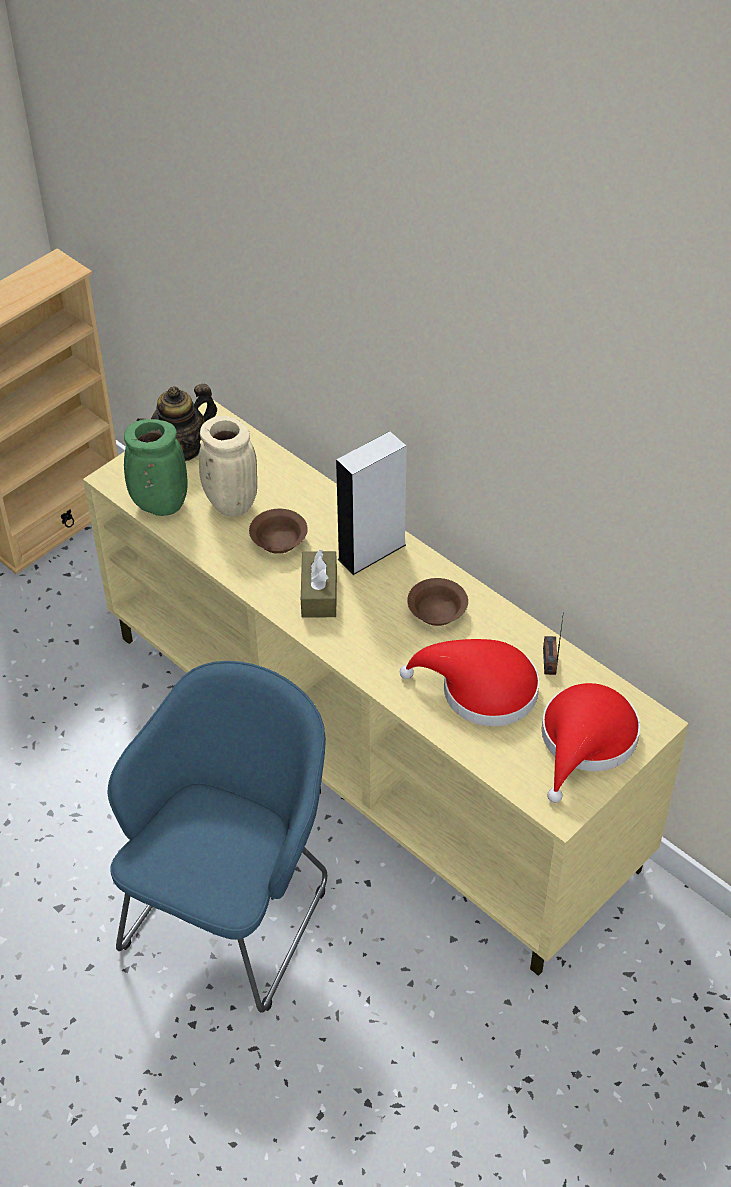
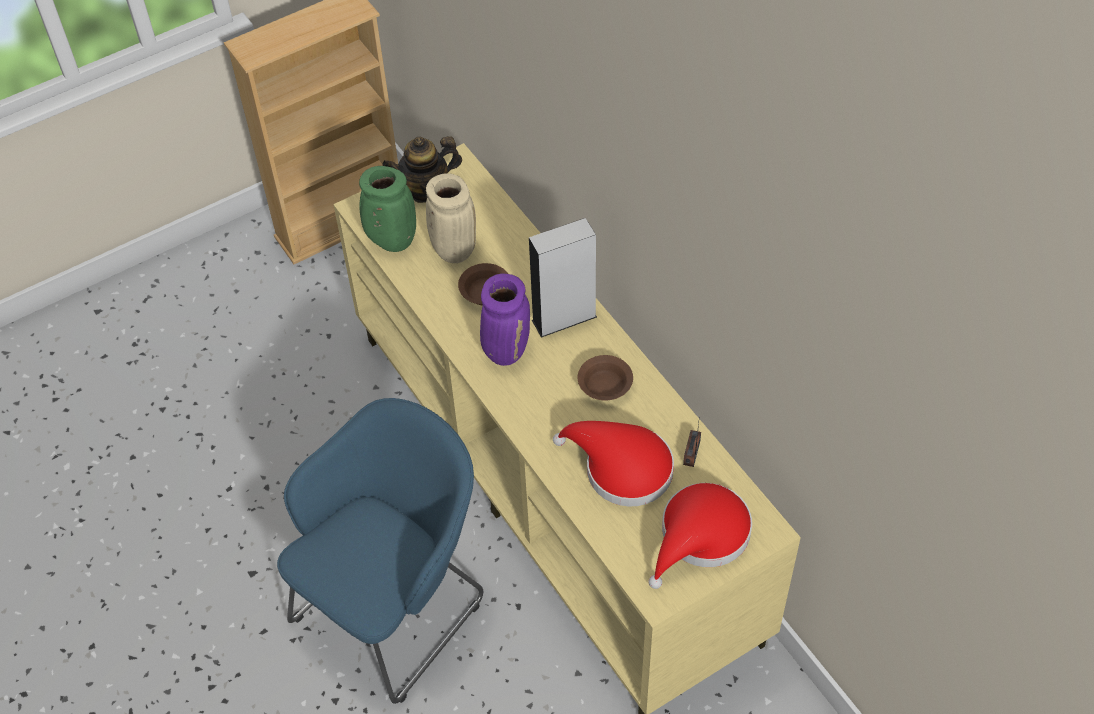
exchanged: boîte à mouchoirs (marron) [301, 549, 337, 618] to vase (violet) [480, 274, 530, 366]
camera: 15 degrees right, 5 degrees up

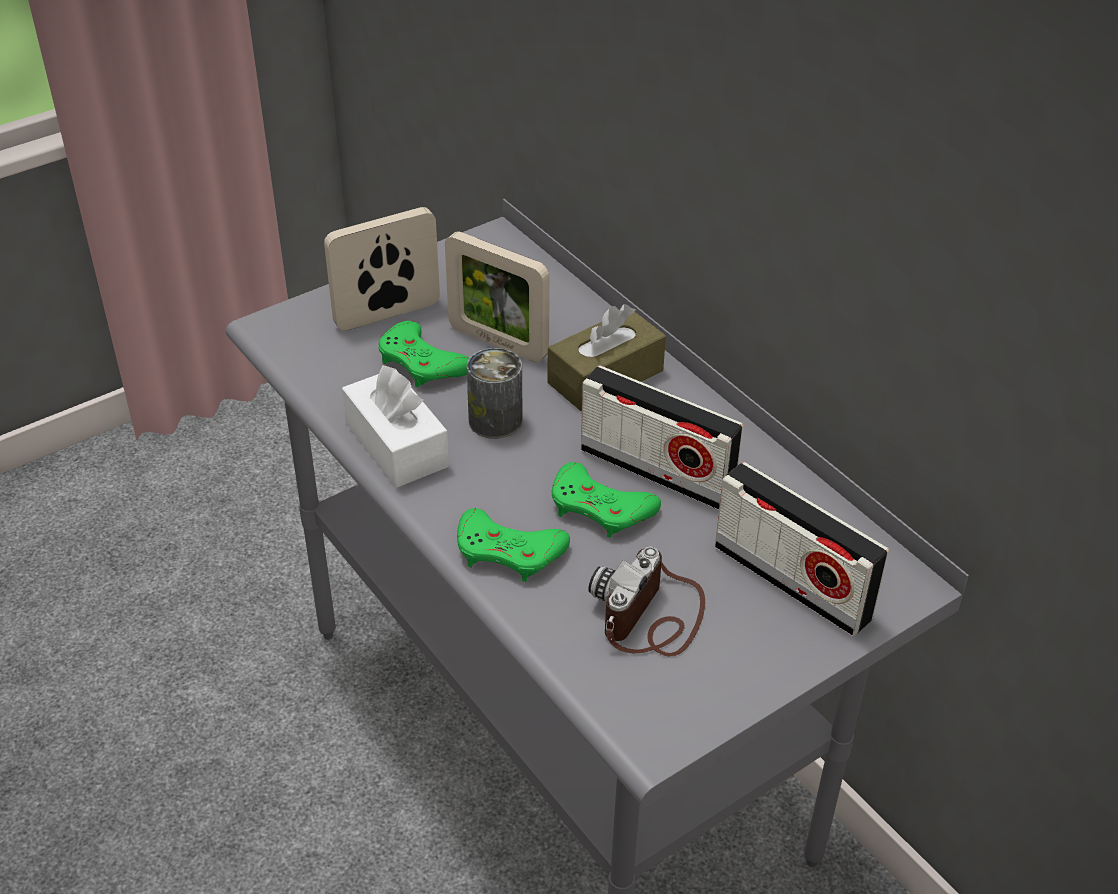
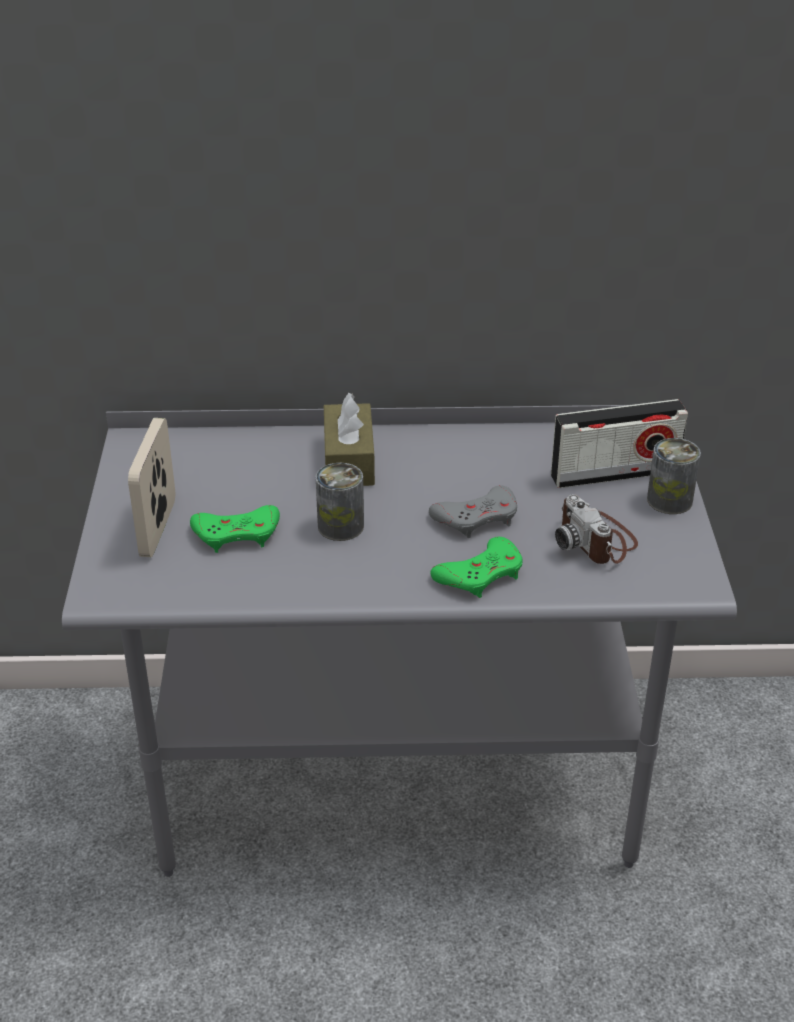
missing: boîte à mouchoirs (blanc) [342, 365, 449, 488]; cadre photo [445, 231, 550, 362]; radio [581, 365, 743, 510]
appeared: boîte métallique [647, 438, 701, 514]
colour: manette (vert) [552, 462, 661, 538] to manette (gris) [429, 485, 517, 538]
camera: 55 degrees left, 5 degrees down

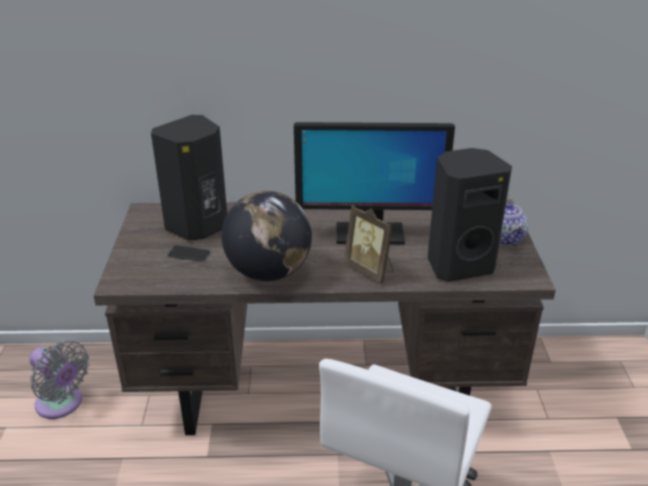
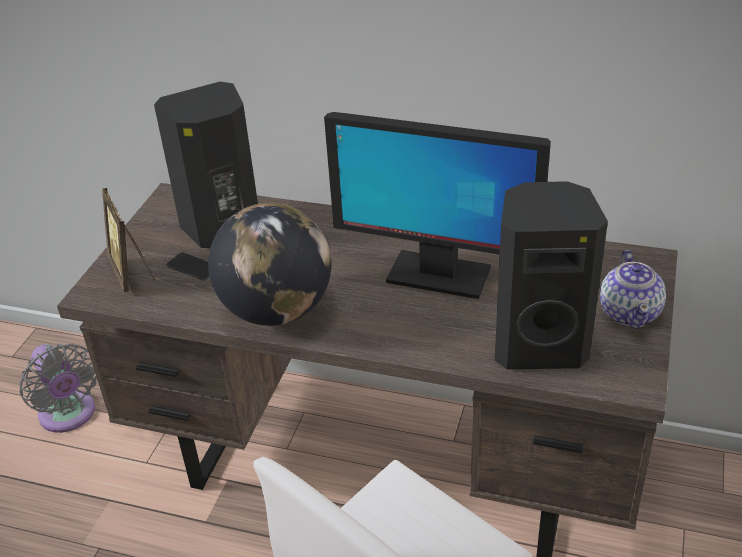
relocated: cadre photo [344, 205, 393, 284] to [102, 188, 155, 292]
camera: 20 degrees right, 5 degrees up

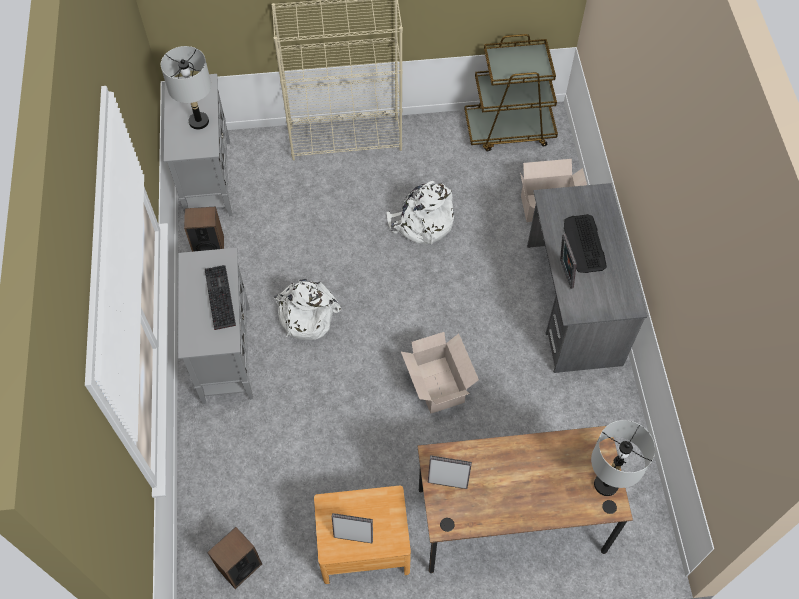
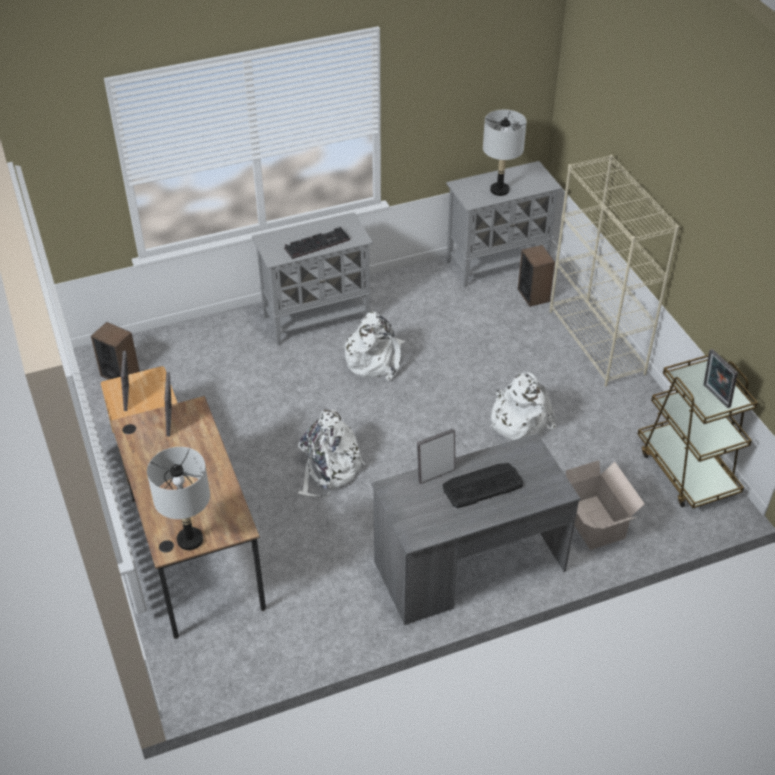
appeared: cadre photo [703, 349, 738, 408]
relocated: enceinte [184, 206, 224, 252] to [518, 245, 555, 307]
exchanged: carton [401, 332, 479, 414] to sac à dos (blanc) [298, 410, 365, 497]
camera: 75 degrees right, 15 degrees down

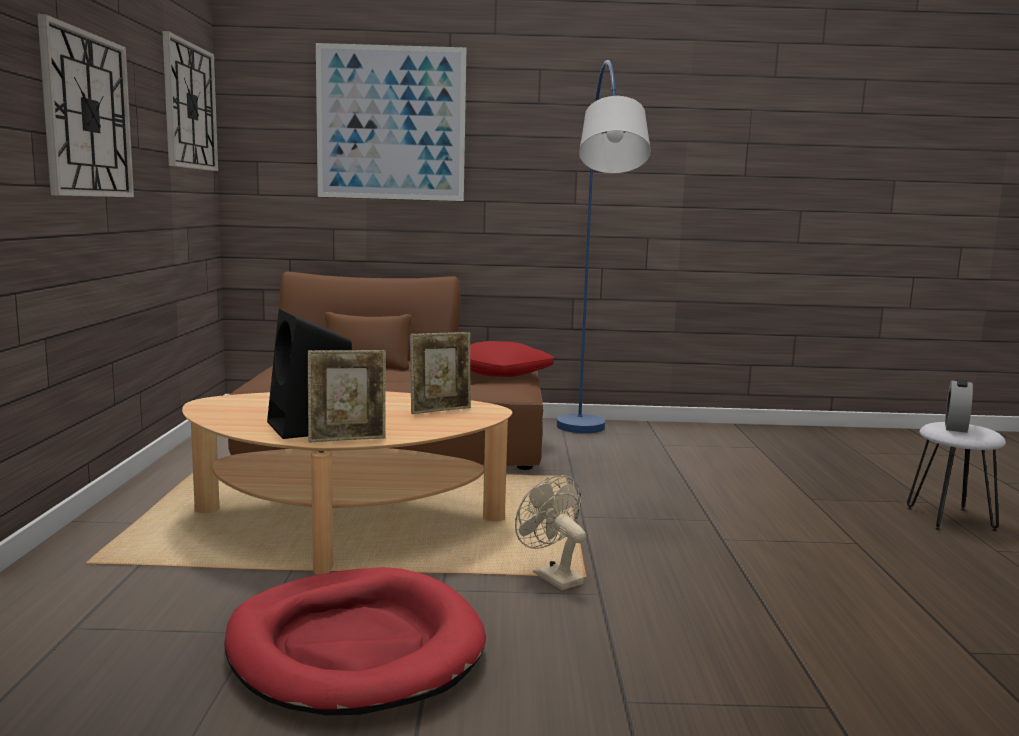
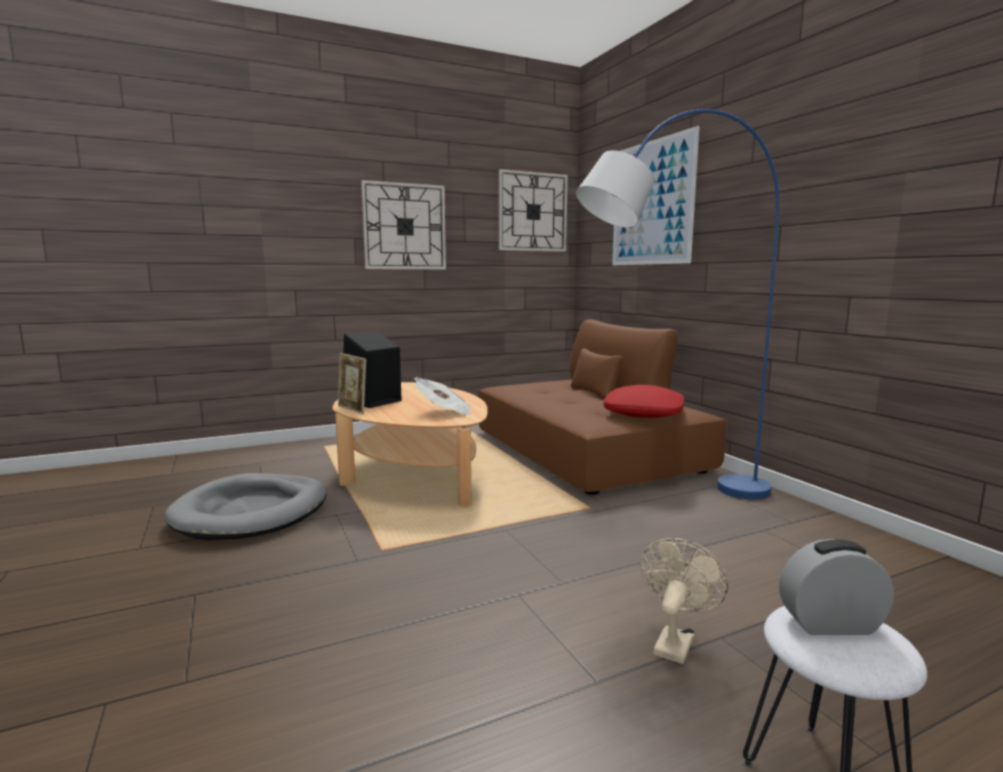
relocated: ventilateur (beige) [515, 475, 586, 590] to [640, 538, 728, 664]
exchanged: cadre photo [410, 332, 471, 414] to journal [414, 378, 471, 416]
colour: panier pour chien (rouge) [224, 567, 486, 715] to panier pour chien (gris) [164, 473, 327, 540]
camera: 65 degrees right, 0 degrees up

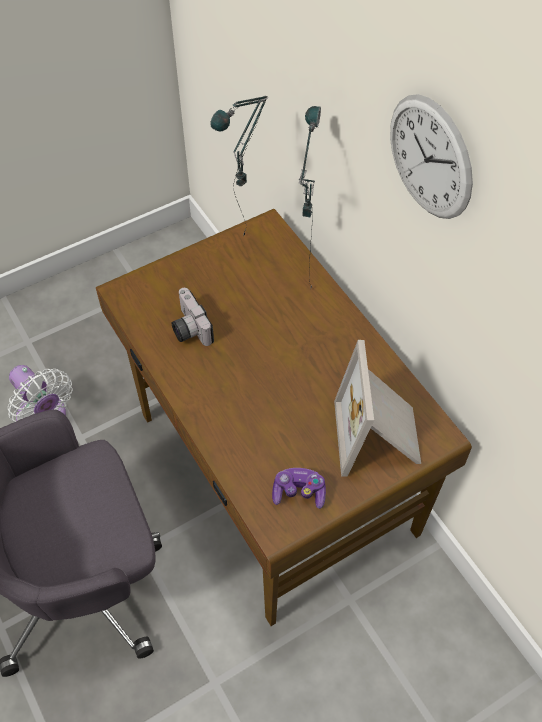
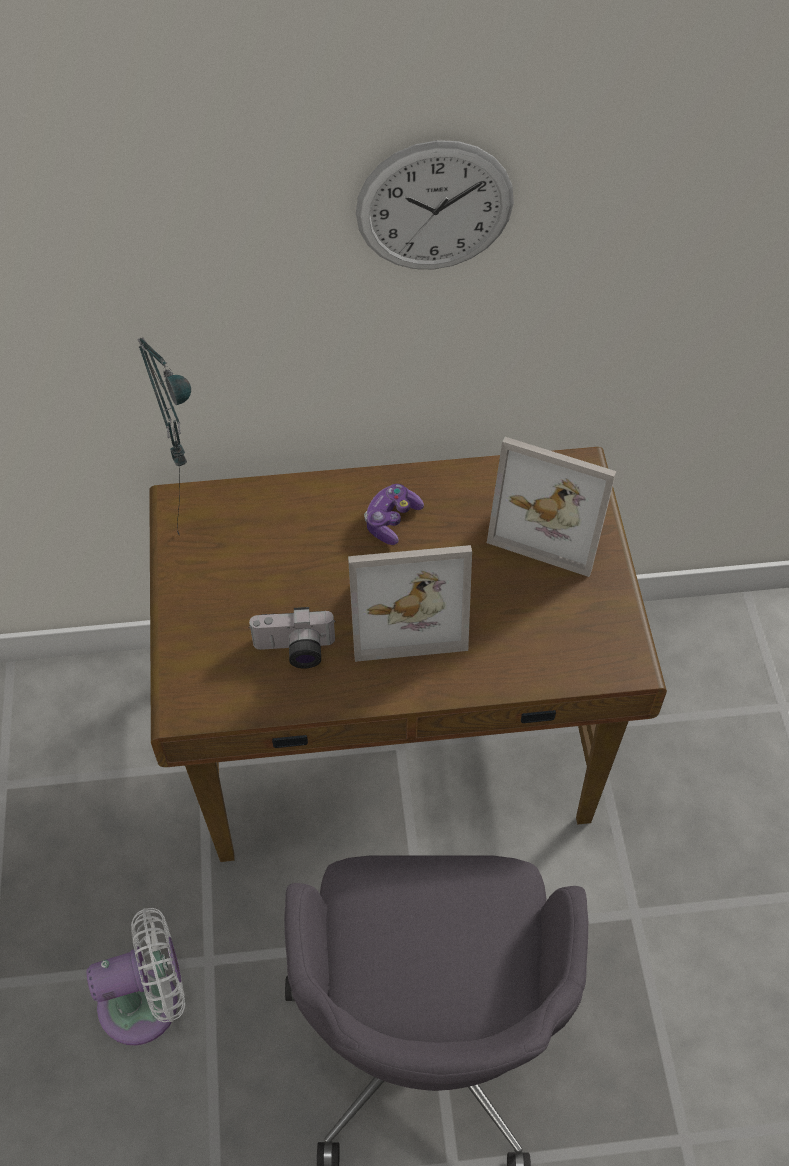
missing: lampe de table [299, 106, 321, 289]
appeared: cadre photo [348, 545, 472, 662]
relocated: manette [272, 468, 326, 509] to [364, 484, 424, 545]
camera: 65 degrees left, 0 degrees up

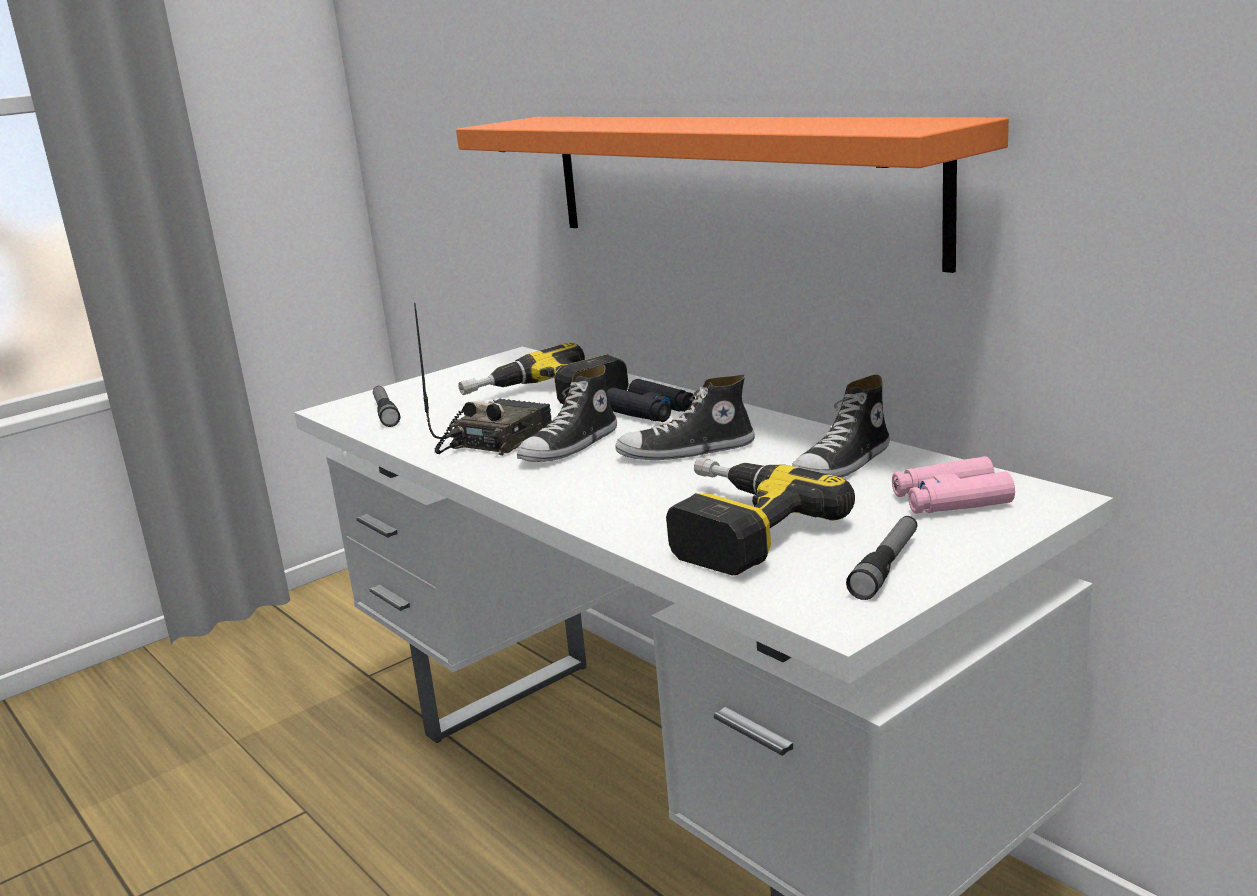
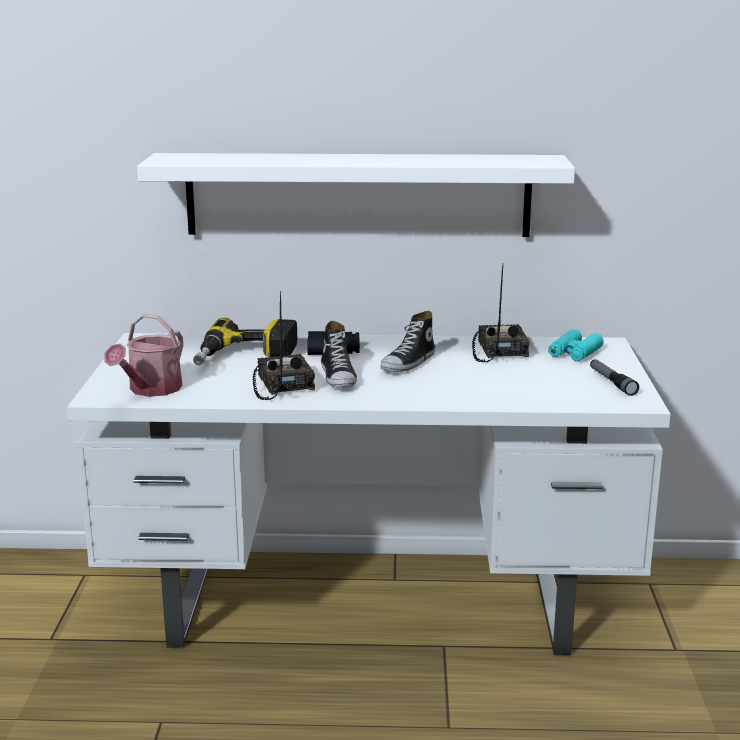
missing: perceuse [666, 457, 855, 575]
exchanged: lampe de poche [373, 386, 400, 427] to arrosoir [104, 314, 183, 397]; chaussure [792, 375, 890, 478] to radio [472, 263, 530, 362]
colour: étagère (orange) [456, 117, 1009, 273] to étagère (blanc) [137, 153, 575, 237]; jumelles (rose) [892, 456, 1015, 514] to jumelles (turquoise) [548, 329, 604, 361]
camera: 50 degrees left, 0 degrees up

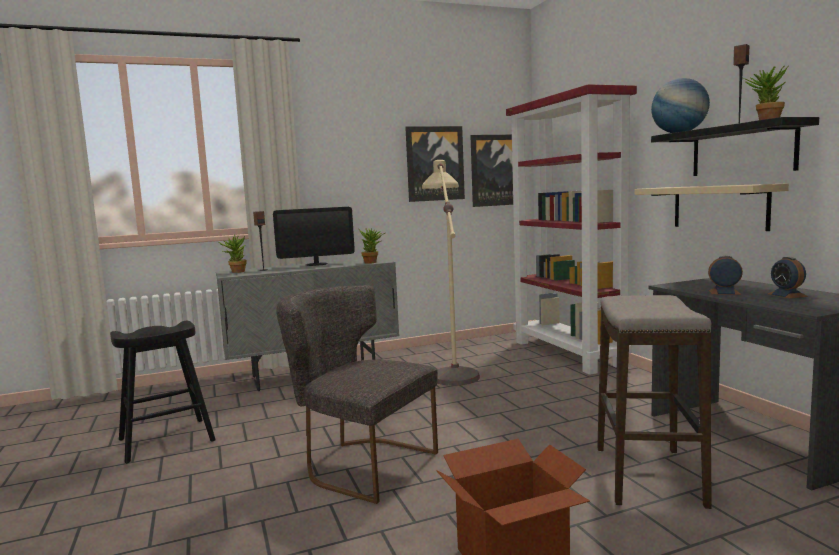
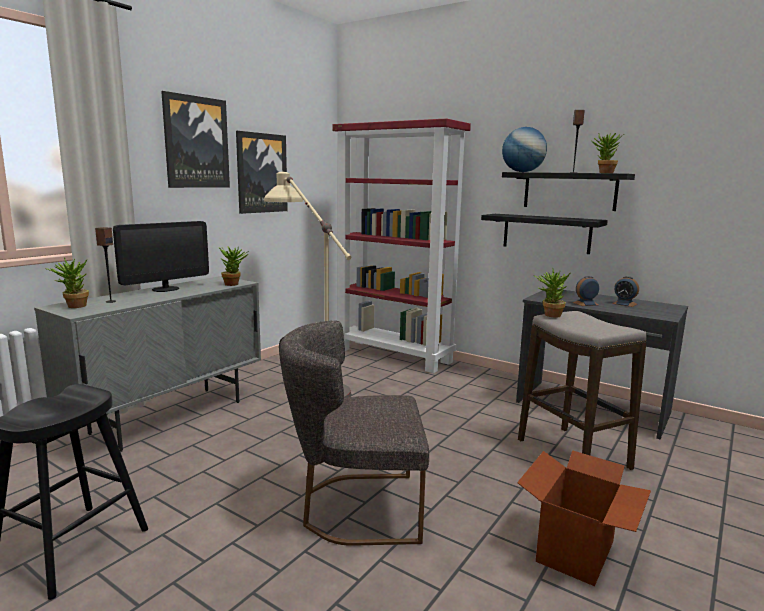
appeared: plante en pot [533, 268, 570, 318]
relocated: tableau [470, 135, 513, 207] to [161, 91, 230, 188]
colour: étagère (beige) [634, 183, 789, 231] to étagère (noir) [481, 214, 608, 254]
camera: 35 degrees left, 5 degrees up

